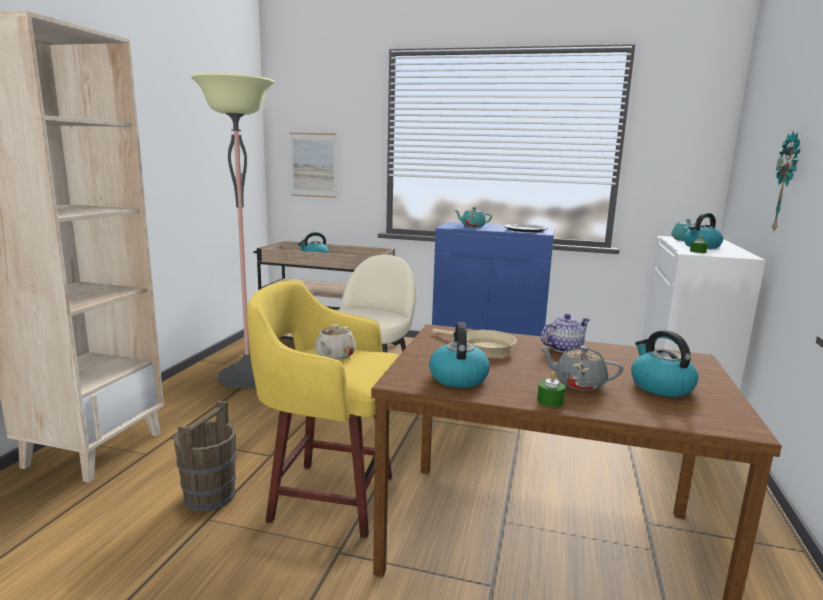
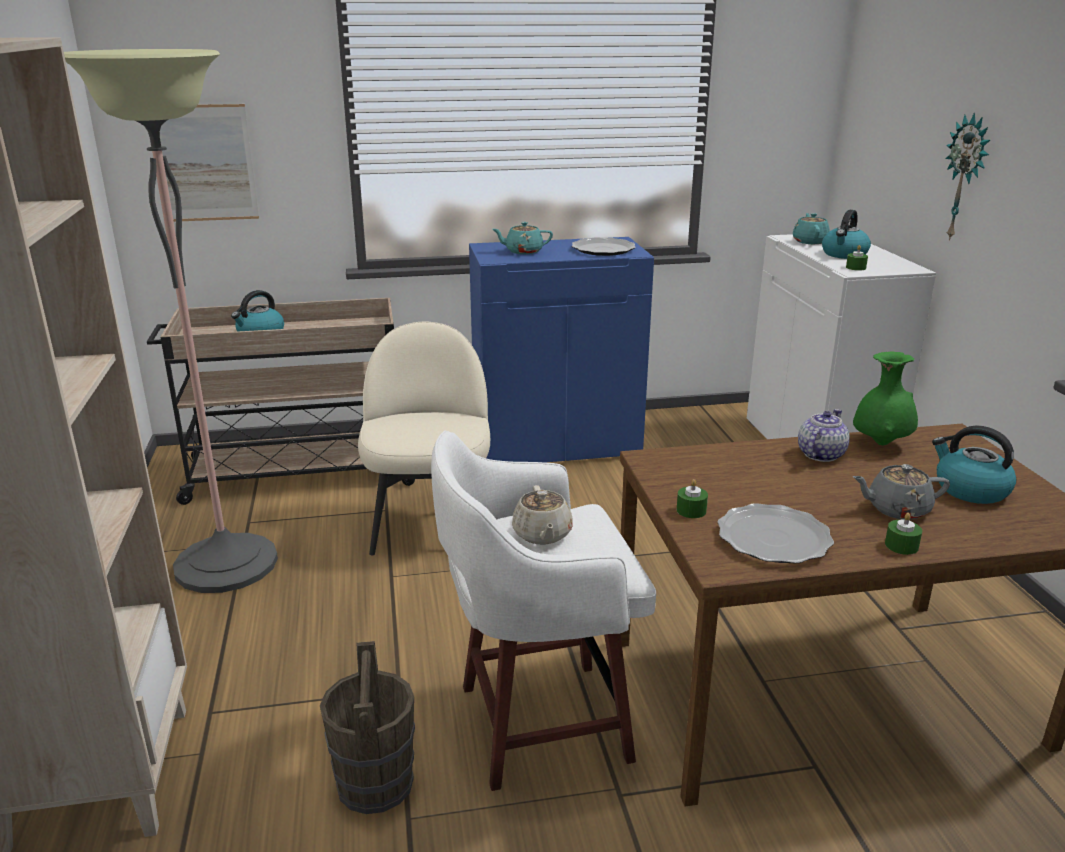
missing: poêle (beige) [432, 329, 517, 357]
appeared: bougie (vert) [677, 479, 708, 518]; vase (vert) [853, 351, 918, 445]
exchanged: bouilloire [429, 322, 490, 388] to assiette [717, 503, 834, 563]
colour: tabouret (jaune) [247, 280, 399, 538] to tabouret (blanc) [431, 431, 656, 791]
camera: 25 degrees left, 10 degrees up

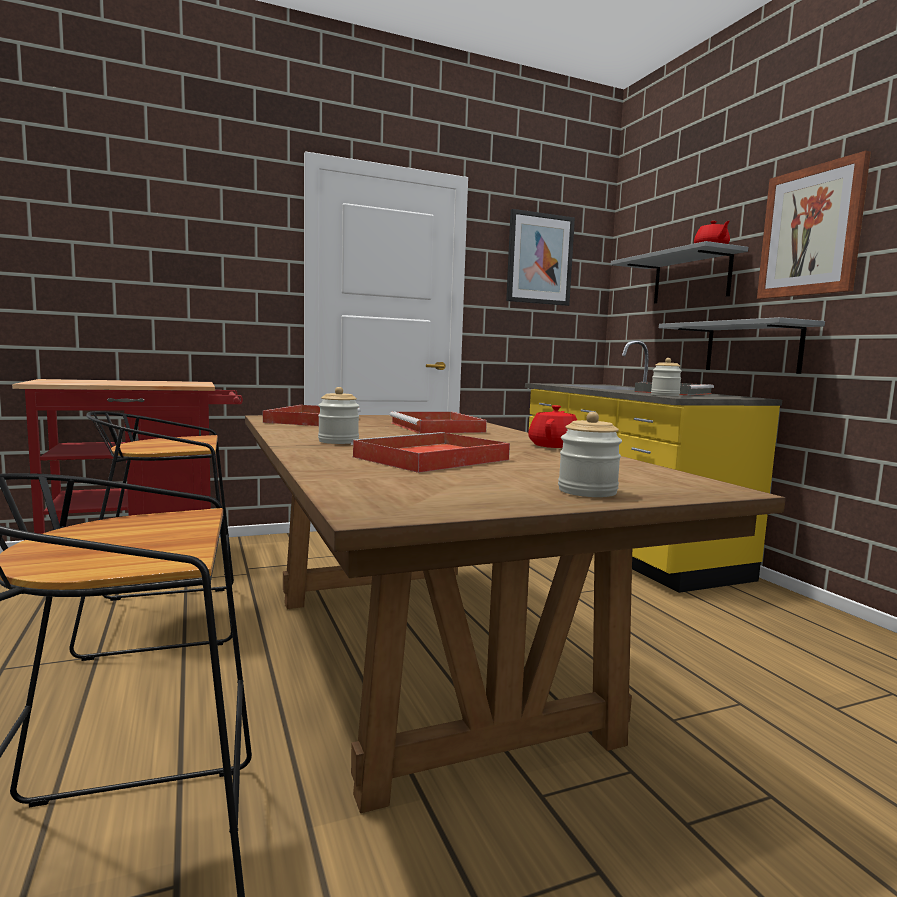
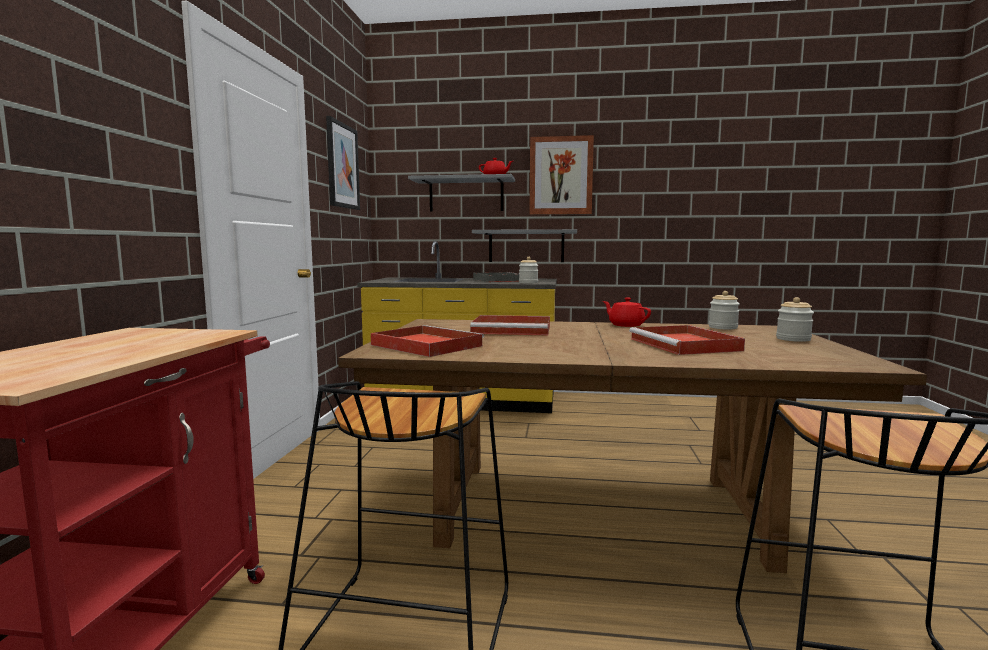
relocated: bocal [318, 387, 359, 444] to [709, 291, 740, 330]
camera: 60 degrees left, 0 degrees up

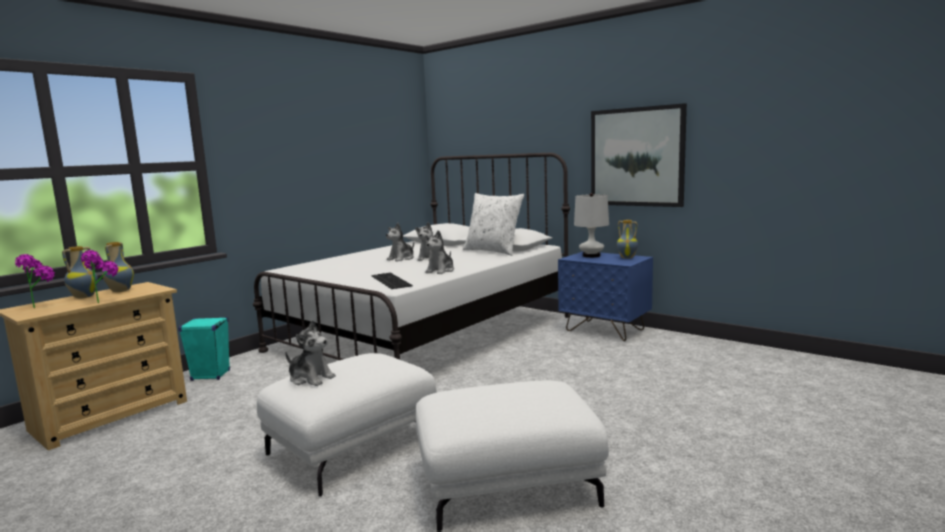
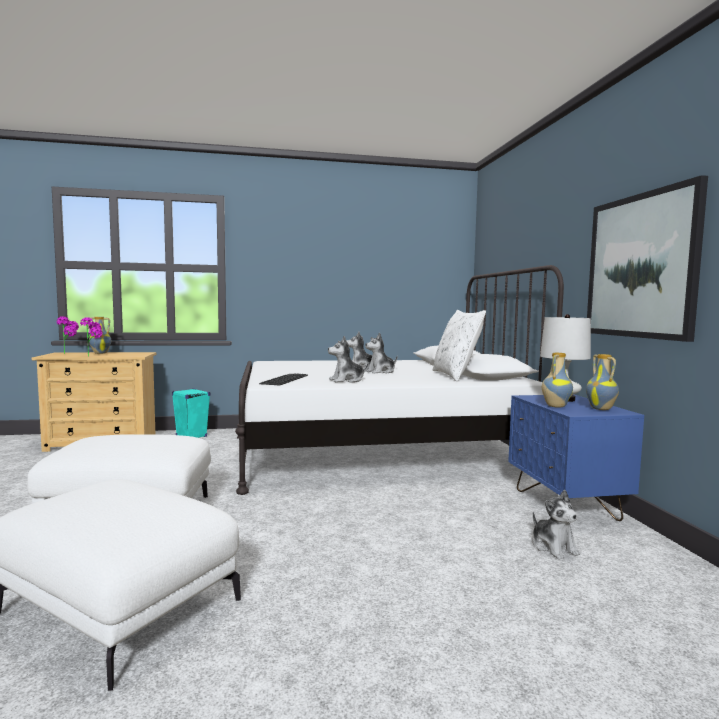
relocated: vase [102, 242, 134, 292] to [542, 353, 573, 408]; peluche [285, 320, 336, 386] to [533, 490, 581, 560]
camera: 40 degrees right, 5 degrees down

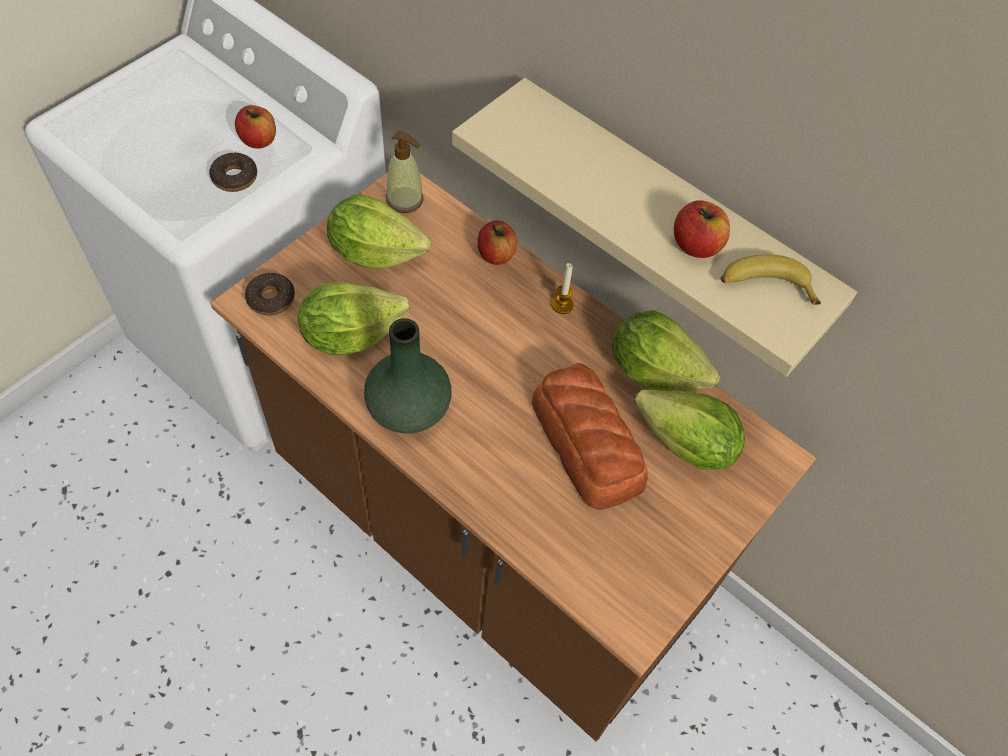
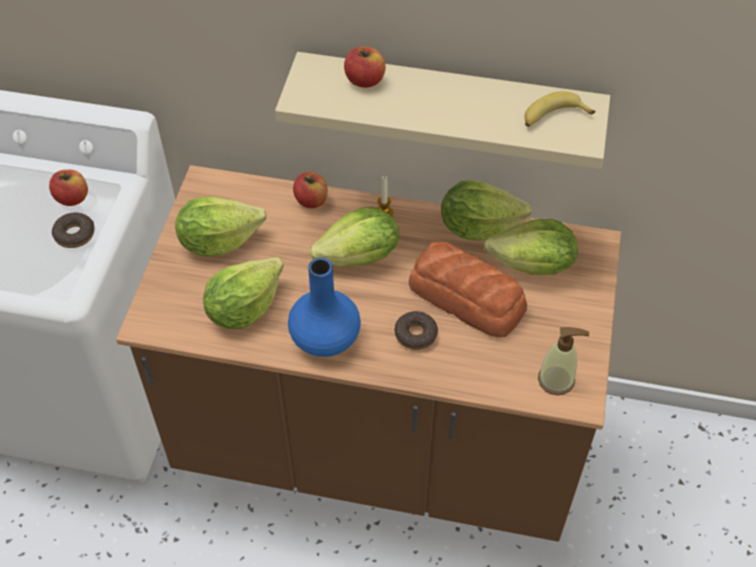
appeared: laitue [310, 207, 400, 266]
relocated: beignet [245, 273, 295, 315] to [395, 311, 438, 350]; distributeur de savon [386, 130, 423, 213] to [538, 327, 589, 395]; pomme [674, 200, 730, 258] to [344, 47, 386, 88]
colour: vase (vert) [364, 318, 452, 434] to vase (bleu) [288, 258, 361, 357]
camera: 25 degrees left, 5 degrees down

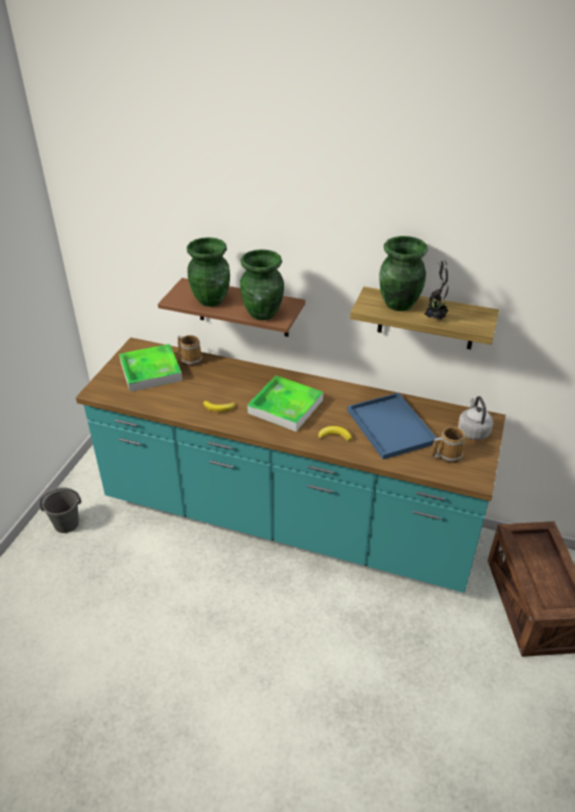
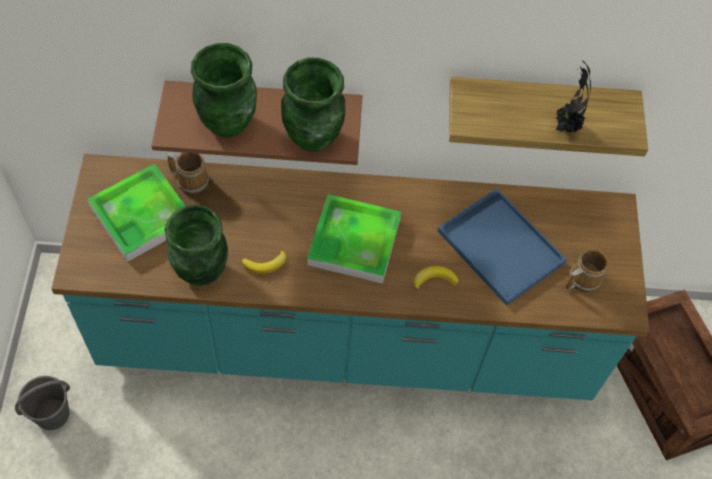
missing: bouilloire (gris) [458, 396, 493, 440]
relocated: vase (vert) [379, 236, 428, 311] to [165, 204, 228, 286]
camera: 20 degrees left, 20 degrees up

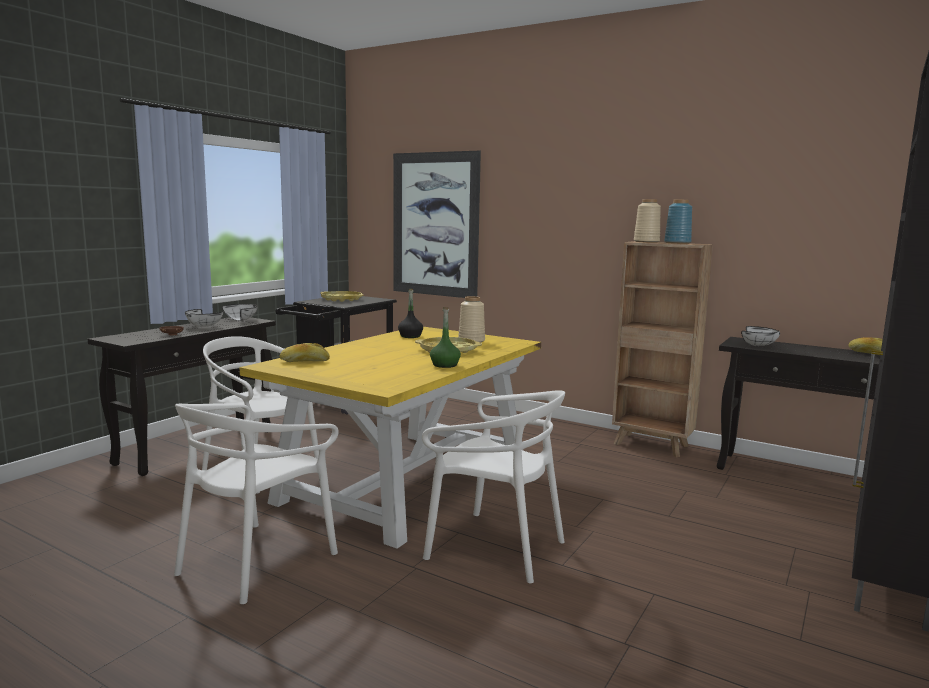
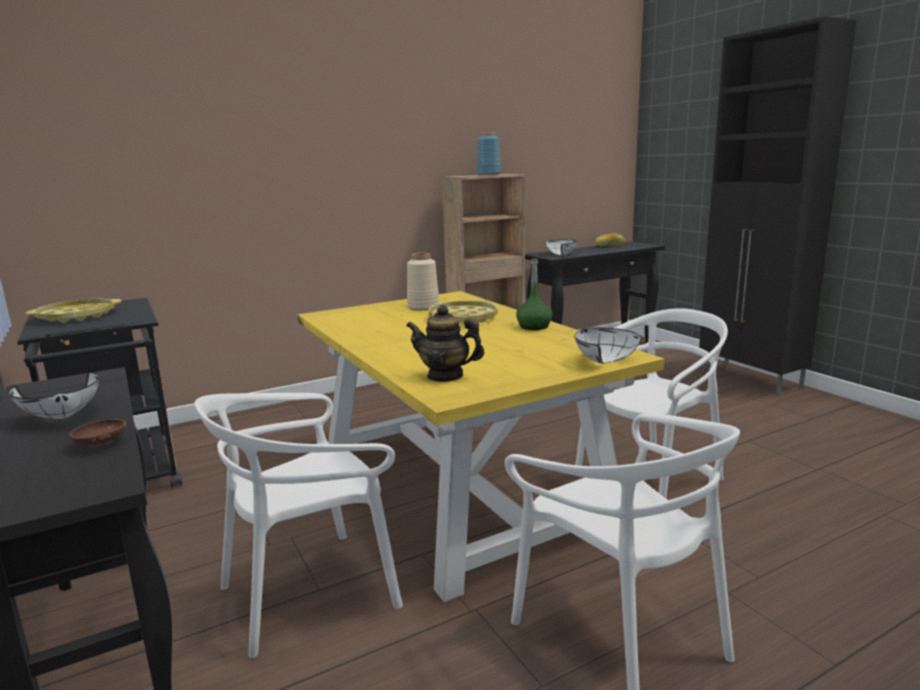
missing: tableau [393, 151, 481, 298]; bouteille (noir) [398, 289, 423, 338]; vase (beige) [634, 199, 661, 243]
relocated: bol (blanc) [222, 304, 258, 321] to [574, 328, 641, 364]
exchanged: pain [279, 343, 330, 362] to théière [406, 305, 485, 382]
camera: 60 degrees left, 5 degrees up

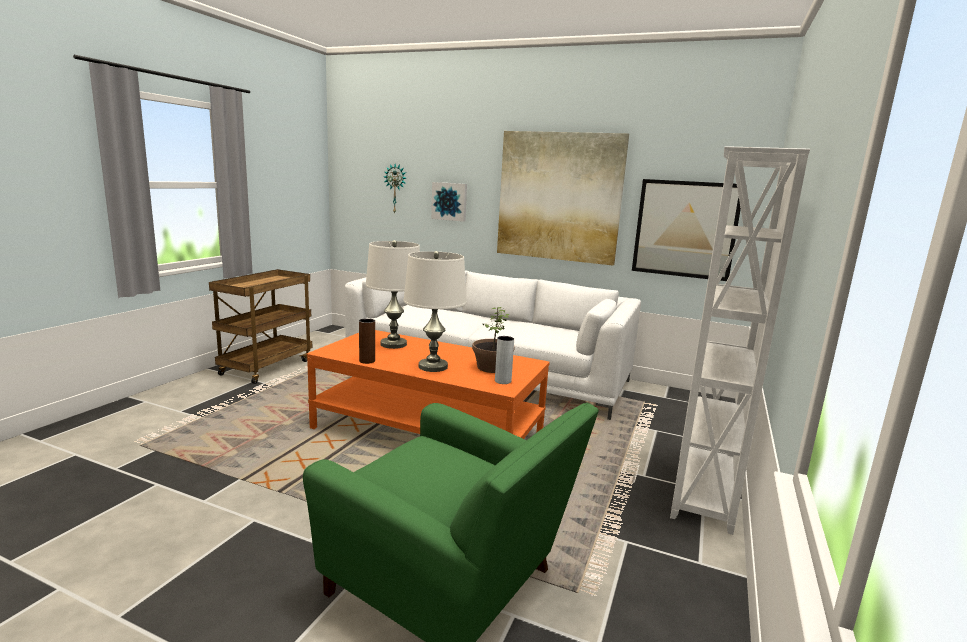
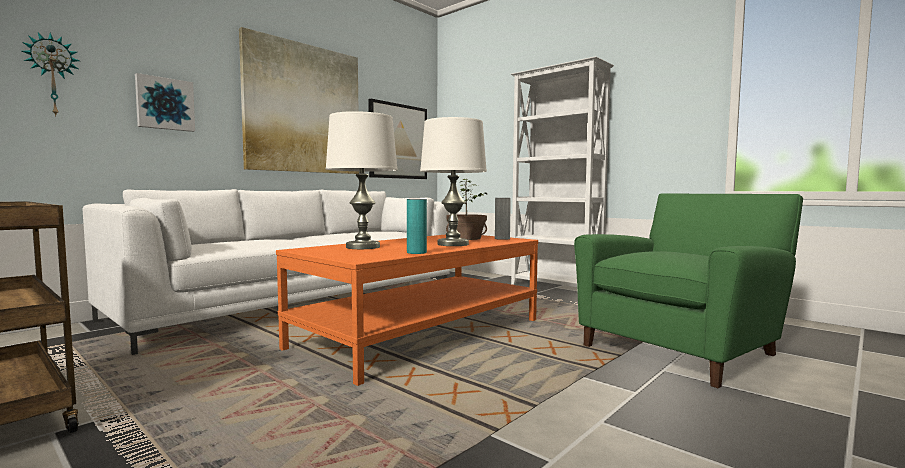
colour: vase (marron) [359, 318, 375, 364] to vase (turquoise) [407, 199, 427, 254]
camera: 70 degrees left, 10 degrees down

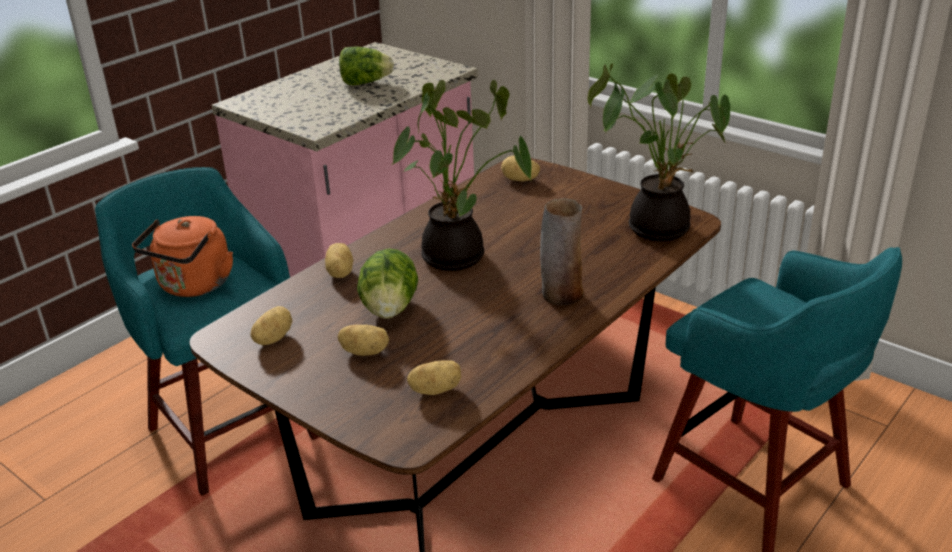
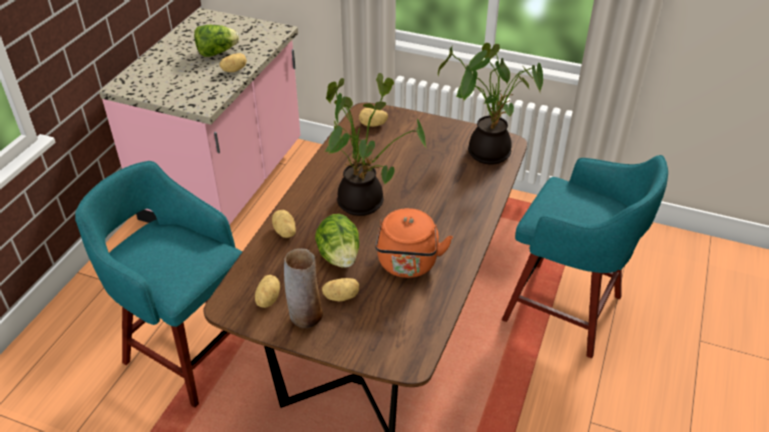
relocated: bouilloire (orange) [132, 216, 233, 297] to [375, 208, 453, 278]; pomme de terre [407, 361, 461, 395] to [220, 53, 247, 72]; vase [540, 198, 583, 306] to [284, 248, 323, 328]
camera: 20 degrees left, 10 degrees up

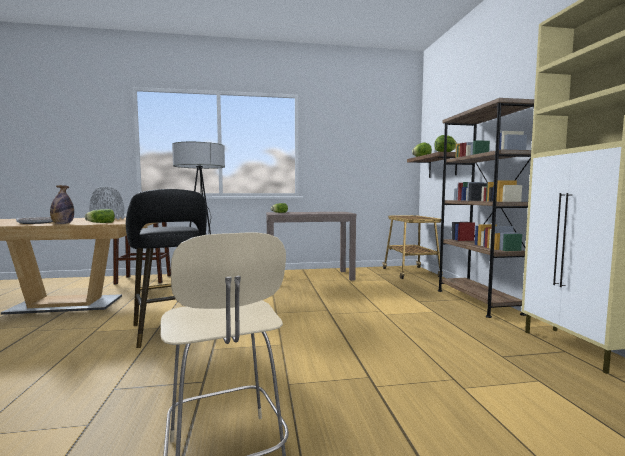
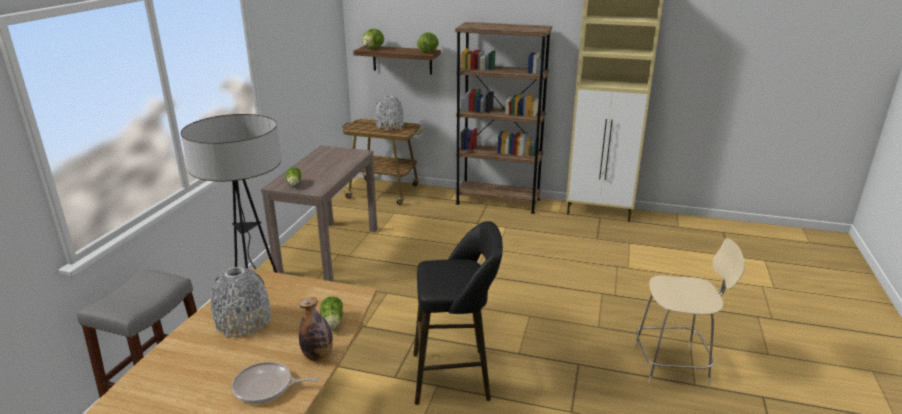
appeared: vase (gris) [376, 96, 404, 130]
camera: 65 degrees left, 20 degrees up

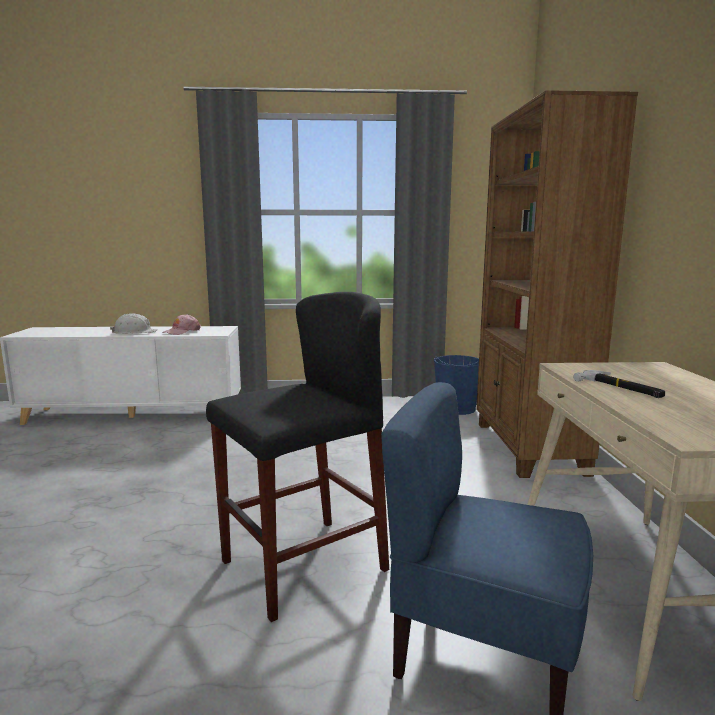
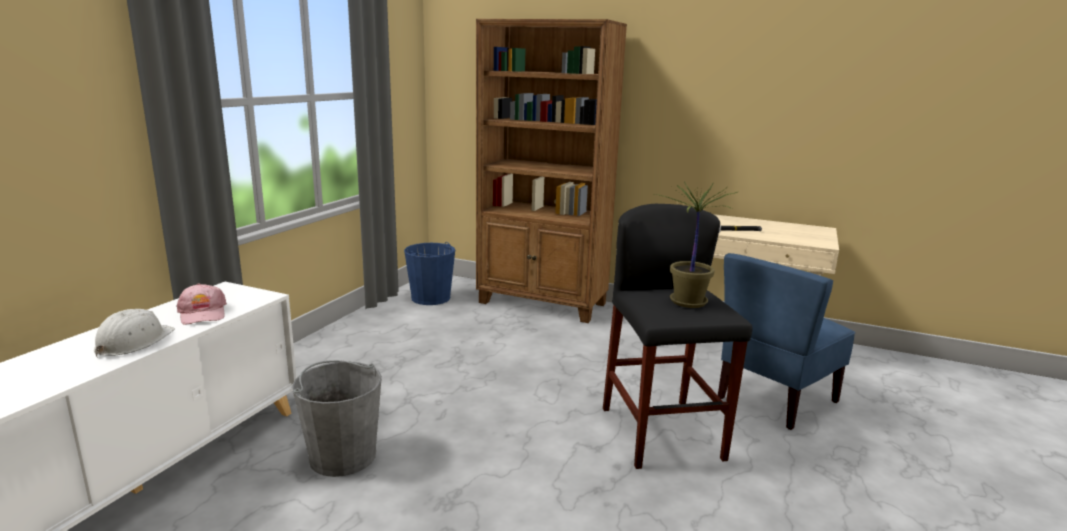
appeared: seau (gris) [292, 360, 382, 477]; plante en pot [655, 181, 737, 308]
camera: 65 degrees left, 5 degrees up

